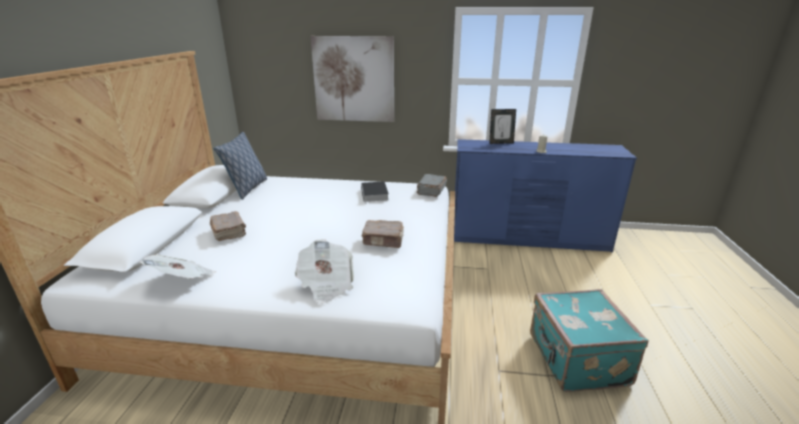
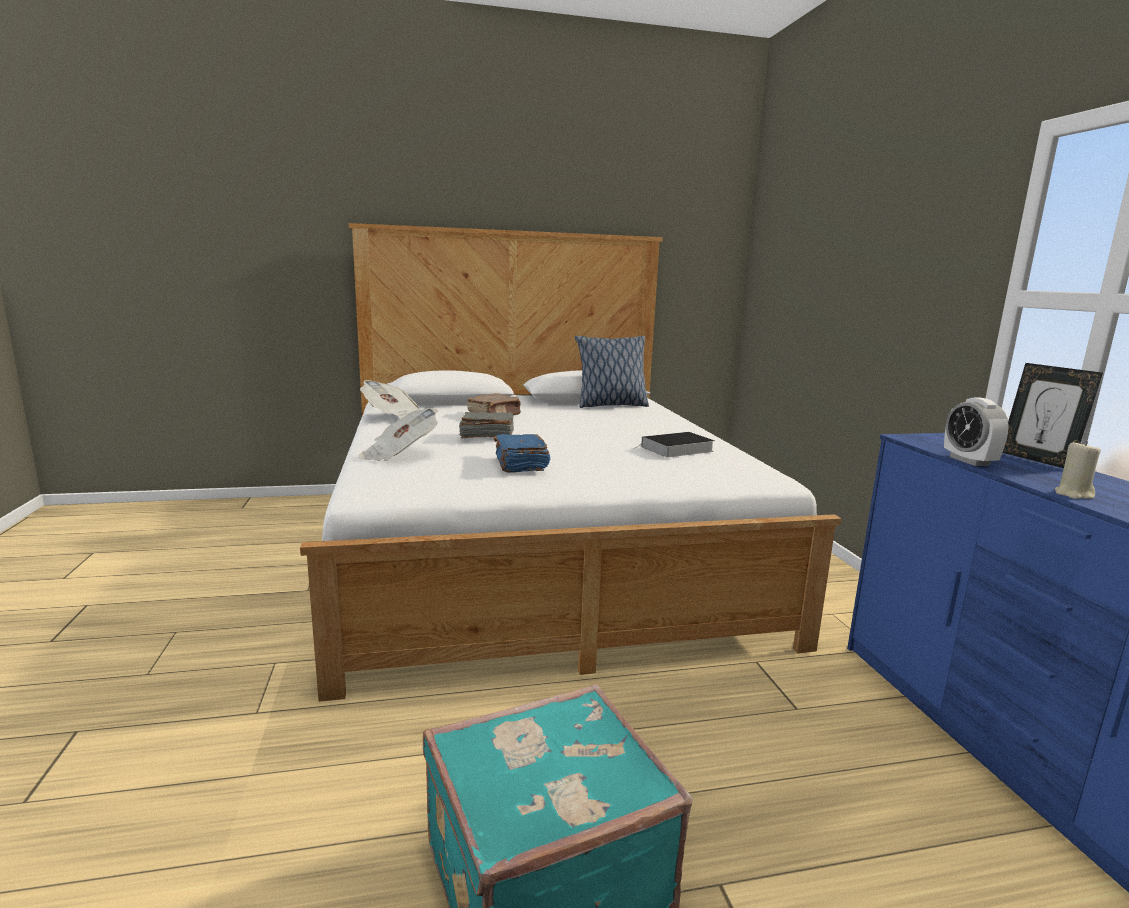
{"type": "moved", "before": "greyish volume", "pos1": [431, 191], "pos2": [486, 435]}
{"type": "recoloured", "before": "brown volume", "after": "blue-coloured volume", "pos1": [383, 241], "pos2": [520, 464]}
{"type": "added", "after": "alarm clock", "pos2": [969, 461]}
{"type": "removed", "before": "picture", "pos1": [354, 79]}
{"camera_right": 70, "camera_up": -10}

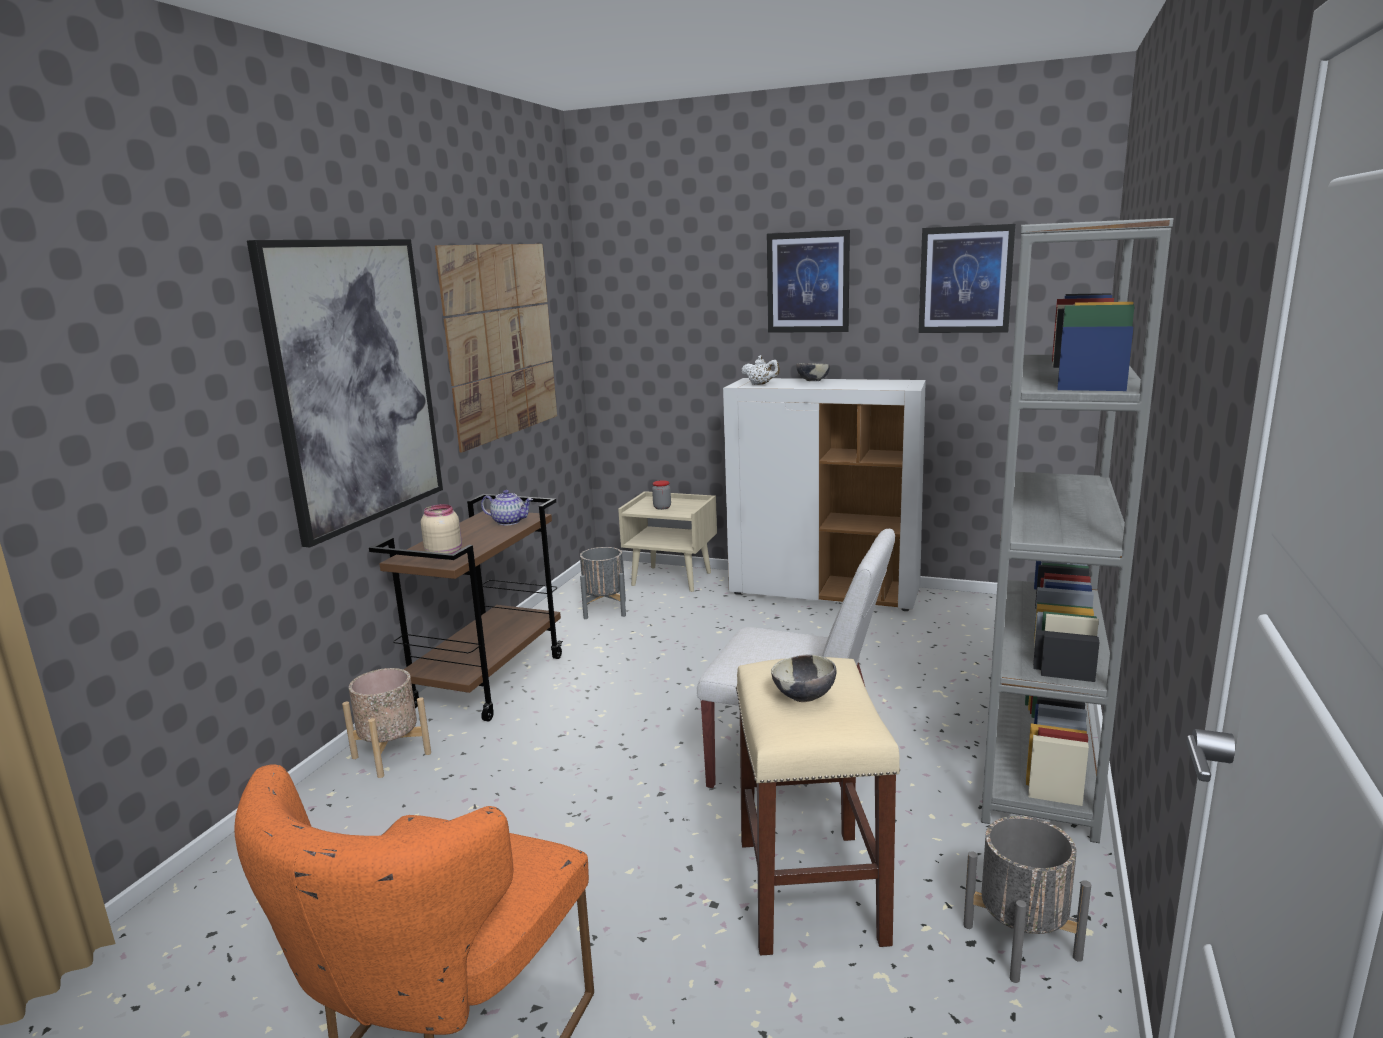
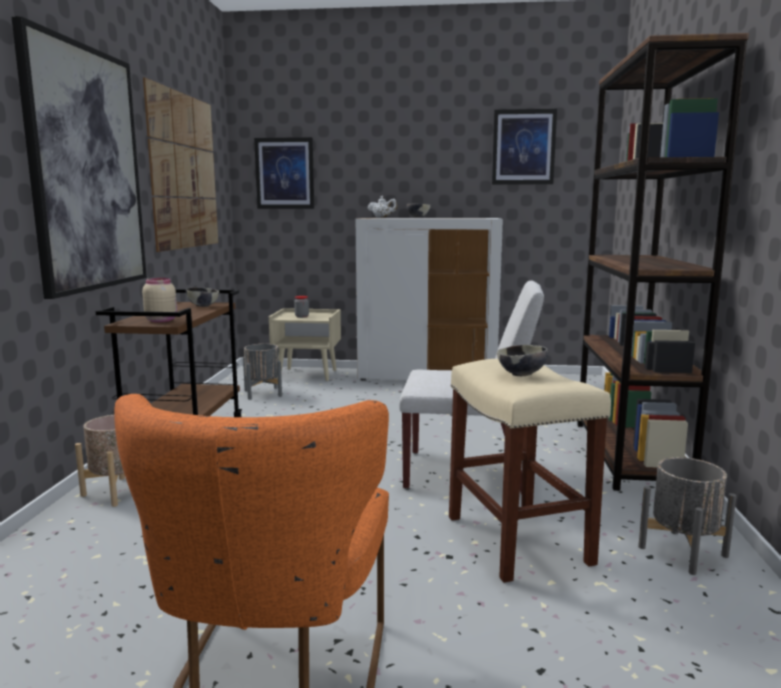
{"type": "replaced", "before": "pot for tea", "after": "serving bowl", "pos1": [509, 522], "pos2": [203, 306]}
{"type": "moved", "before": "picture", "pos1": [808, 282], "pos2": [285, 173]}
{"type": "recoloured", "before": "greyish bookcase", "after": "brown bookcase", "pos1": [1037, 761], "pos2": [629, 455]}
{"camera_right": -15, "camera_up": -5}

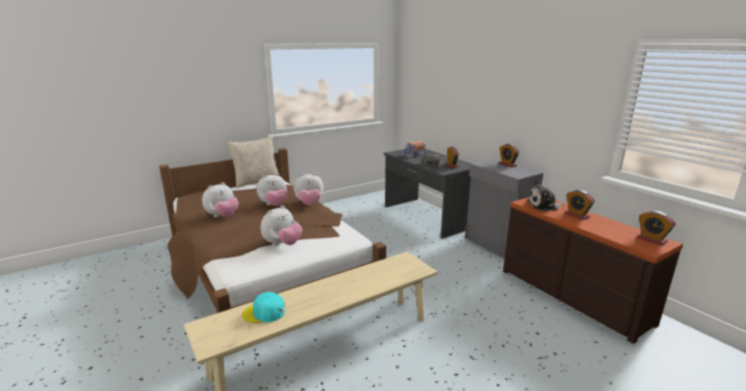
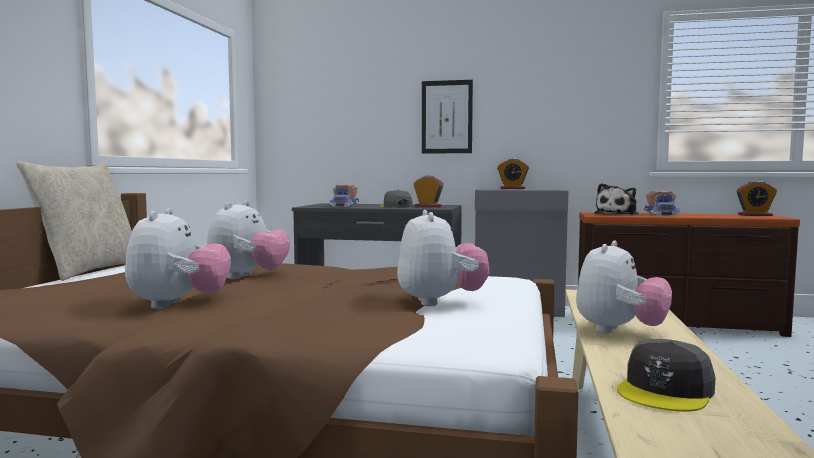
{"type": "added", "after": "picture", "pos2": [446, 117]}
{"type": "moved", "before": "plush toy", "pos1": [309, 204], "pos2": [619, 331]}
{"type": "recoloured", "before": "blue-green peaked cap", "after": "greyish peaked cap", "pos1": [264, 313], "pos2": [666, 391]}
{"type": "replaced", "before": "alarm clock", "after": "toy truck", "pos1": [576, 215], "pos2": [662, 214]}
{"camera_right": -45, "camera_up": -15}

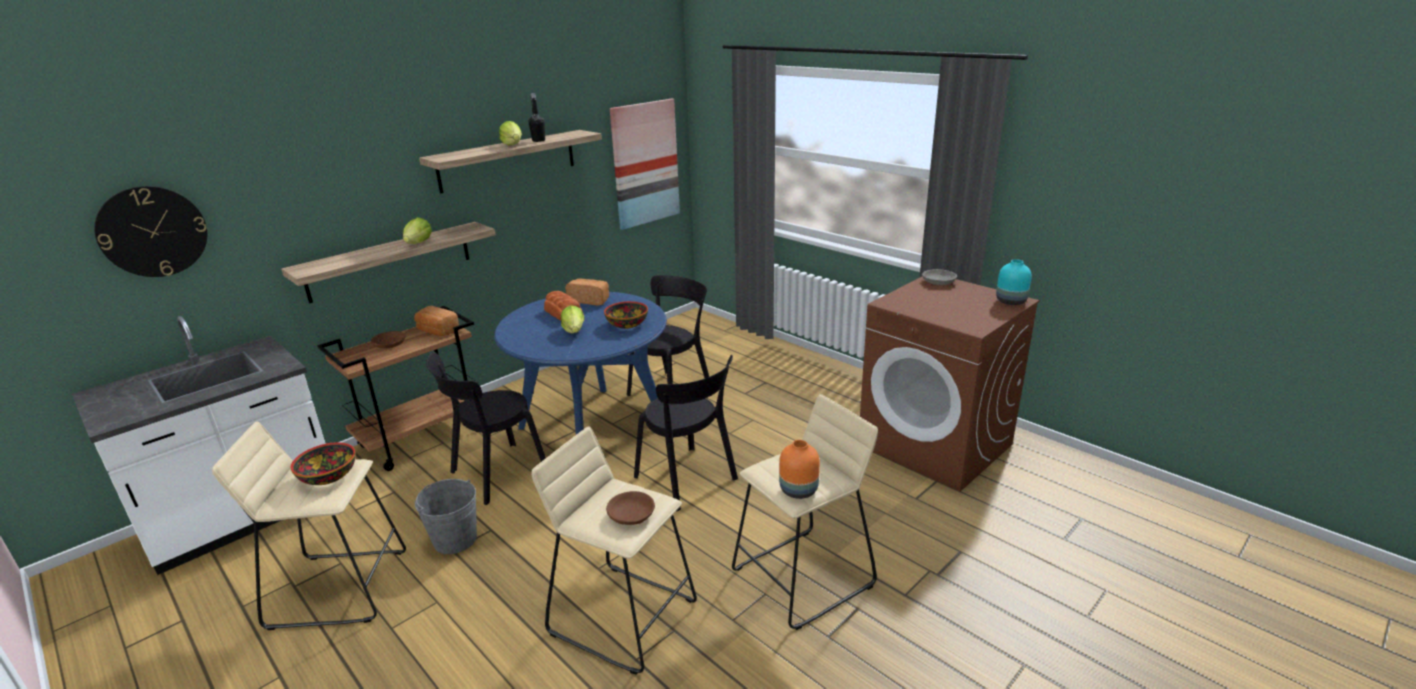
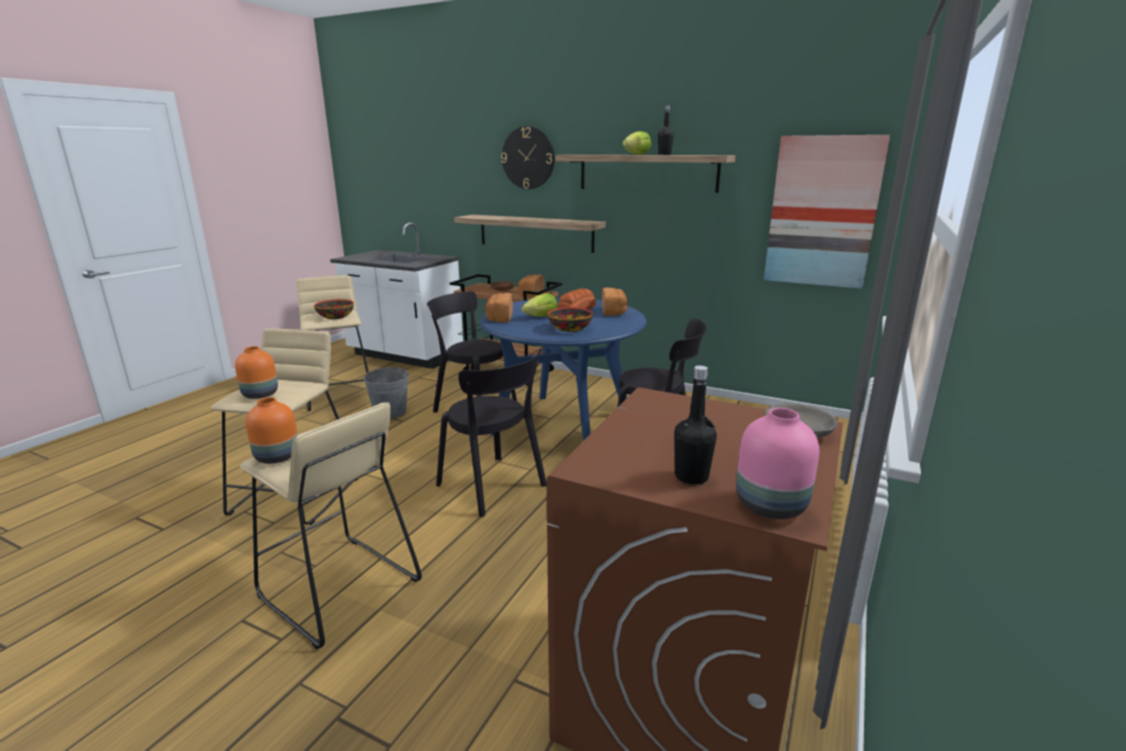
{"type": "replaced", "before": "brown serving bowl", "after": "orange-coloured decorative vase", "pos1": [631, 515], "pos2": [260, 395]}
{"type": "turned", "before": "black-coloured upright chair", "pos1": [688, 480], "pos2": [494, 487], "turn": -75}
{"type": "added", "after": "bread", "pos2": [499, 318]}
{"type": "moved", "before": "hanging clock", "pos1": [152, 231], "pos2": [528, 158]}
{"type": "added", "after": "black-coloured drink bottle", "pos2": [691, 477]}
{"type": "recoloured", "before": "blue-green decorative vase", "after": "pink decorative vase", "pos1": [1010, 301], "pos2": [772, 505]}
{"type": "removed", "before": "lettuce", "pos1": [419, 243]}
{"camera_right": 70, "camera_up": -5}

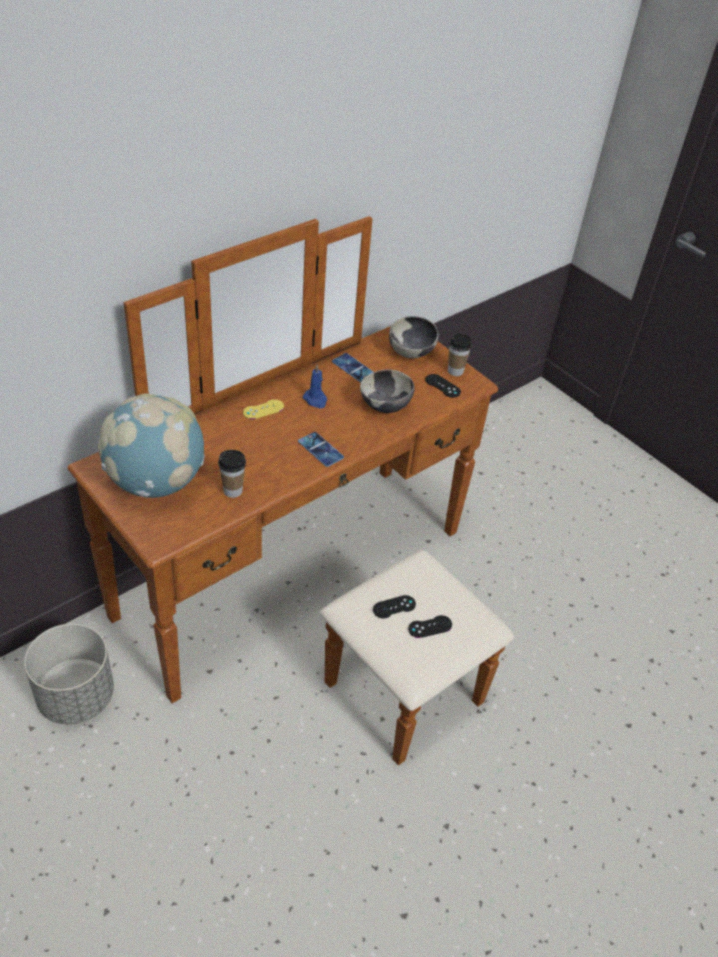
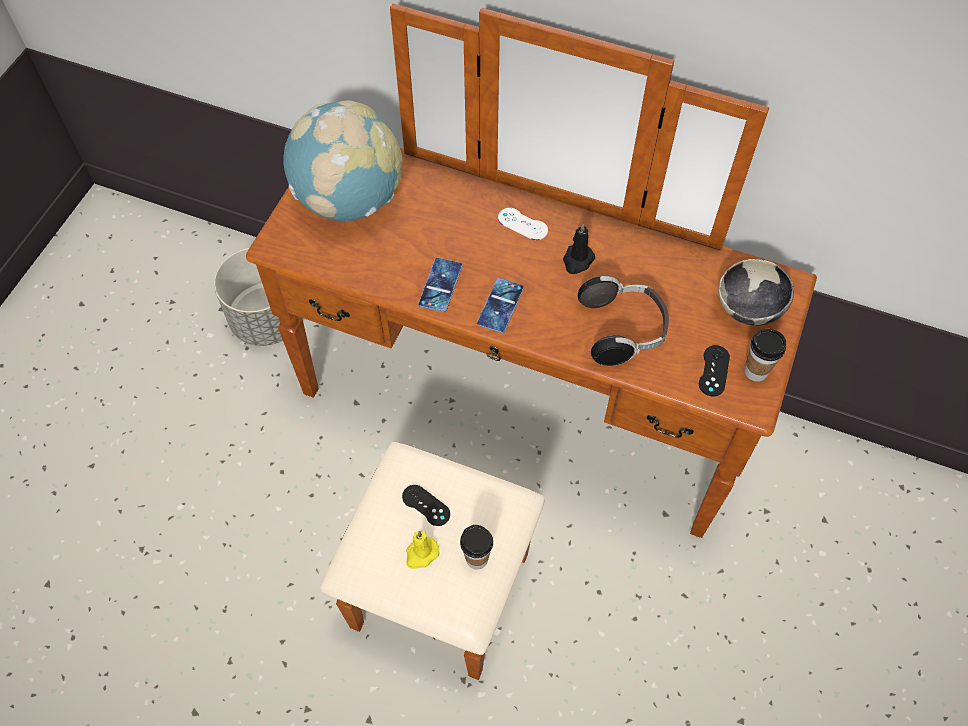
{"type": "replaced", "before": "black-coloured game controller", "after": "yellow candle", "pos1": [430, 627], "pos2": [421, 554]}
{"type": "moved", "before": "telephone", "pos1": [353, 368], "pos2": [440, 285]}
{"type": "moved", "before": "drinking cup", "pos1": [233, 491], "pos2": [477, 558]}
{"type": "recoloured", "before": "yellow game controller", "after": "white-coloured game controller", "pos1": [263, 409], "pos2": [522, 224]}
{"type": "recoloured", "before": "blue-coloured candle", "after": "black-coloured candle", "pos1": [315, 400], "pos2": [577, 260]}
{"type": "replaced", "before": "serving bowl", "after": "headphones", "pos1": [385, 407], "pos2": [623, 330]}
{"camera_right": 65, "camera_up": 15}

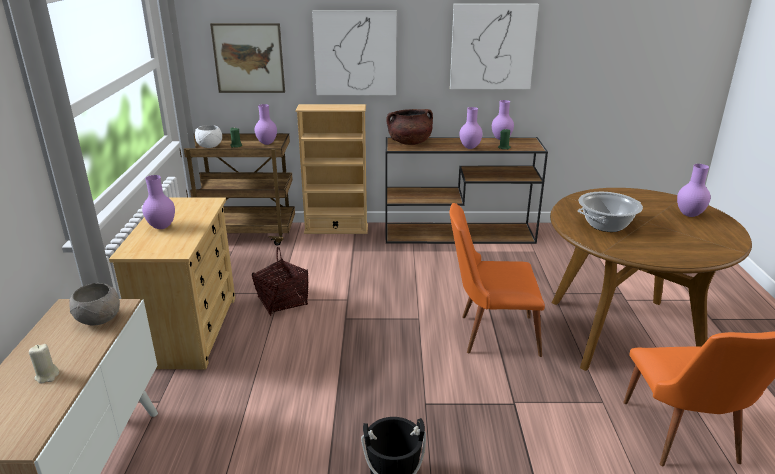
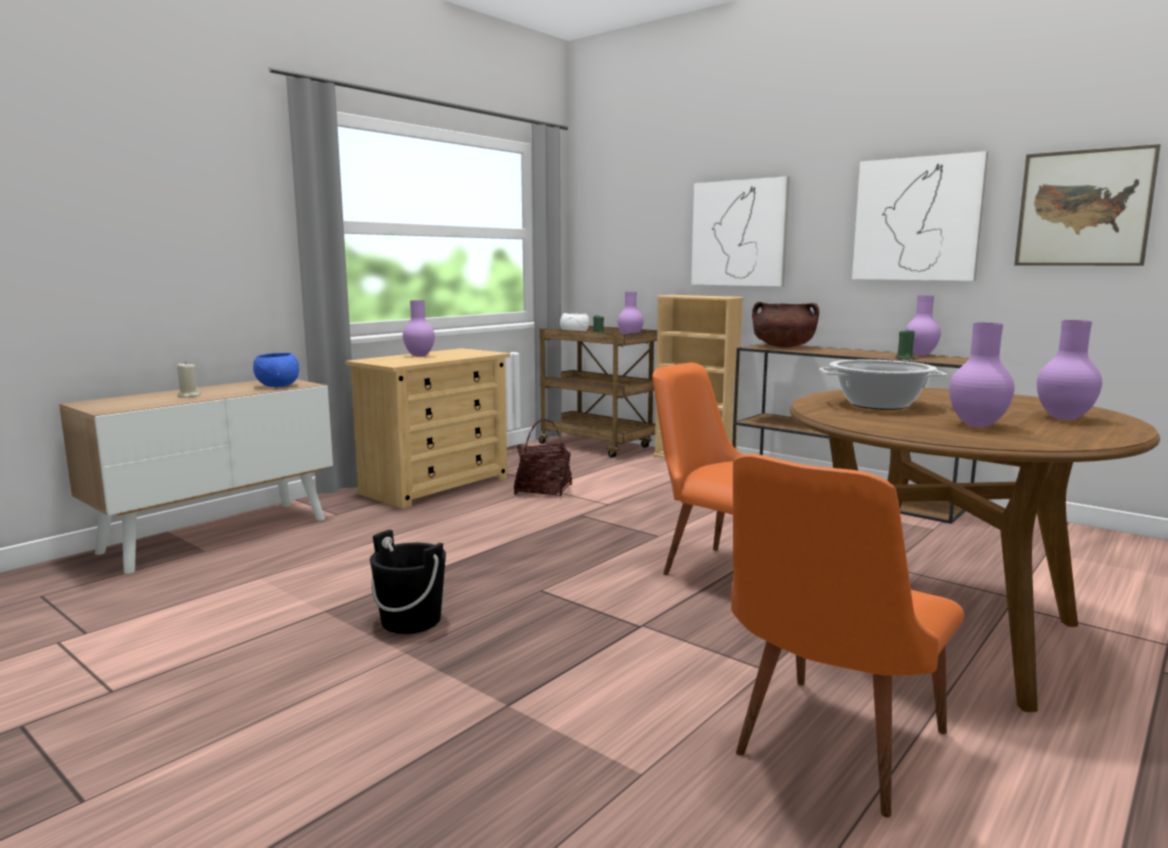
{"type": "recoloured", "before": "greyish serving bowl", "after": "blue-coloured serving bowl", "pos1": [98, 319], "pos2": [278, 386]}
{"type": "moved", "before": "purple-coloured decorative vase", "pos1": [470, 147], "pos2": [978, 425]}
{"type": "moved", "before": "picture", "pos1": [248, 58], "pos2": [1083, 208]}
{"camera_right": 40, "camera_up": -15}

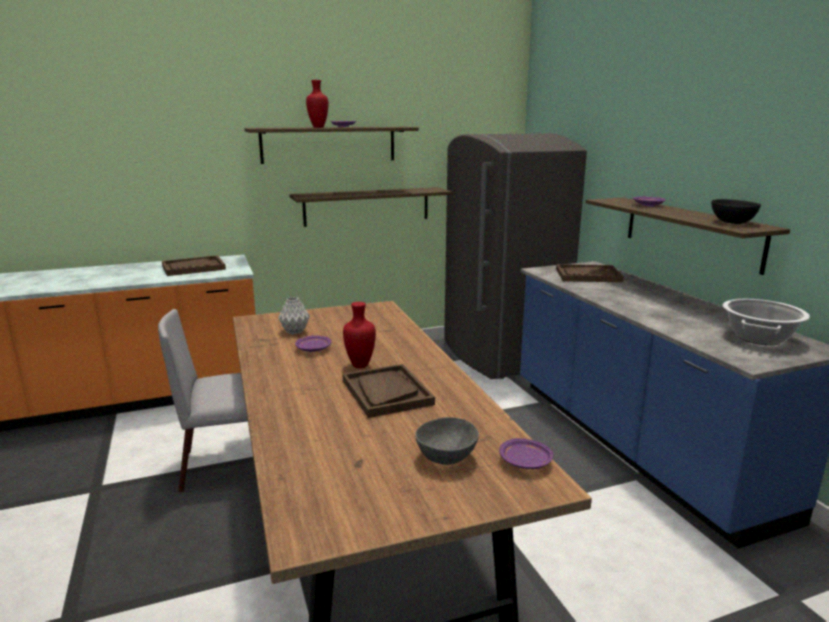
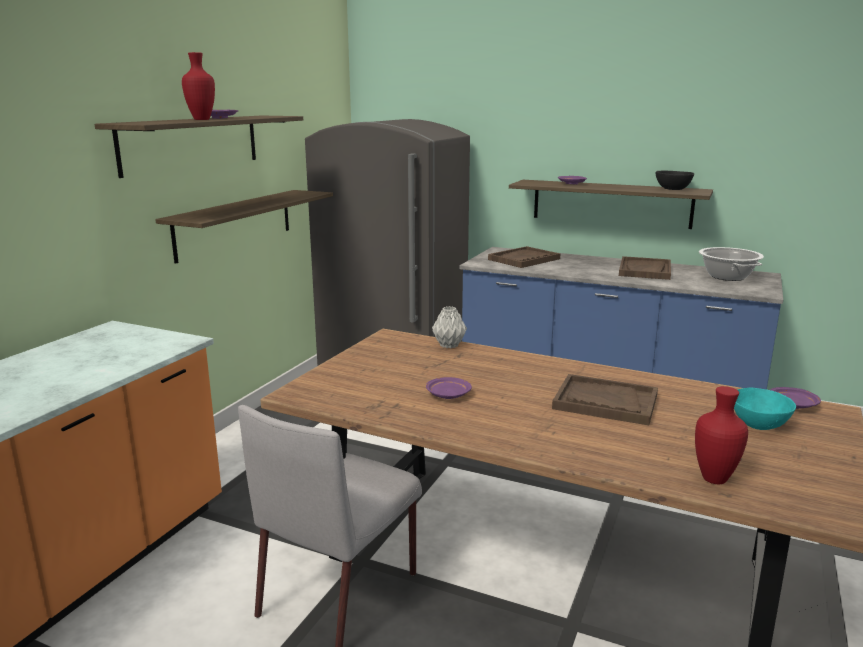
{"type": "moved", "before": "greyish decorative vase", "pos1": [294, 331], "pos2": [448, 345]}
{"type": "moved", "before": "brown carrying tray", "pos1": [193, 268], "pos2": [645, 270]}
{"type": "moved", "before": "red-coloured decorative vase", "pos1": [360, 366], "pos2": [715, 480]}
{"type": "recoloured", "before": "greyish serving bowl", "after": "blue-green serving bowl", "pos1": [448, 458], "pos2": [759, 424]}
{"camera_right": -45, "camera_up": 0}

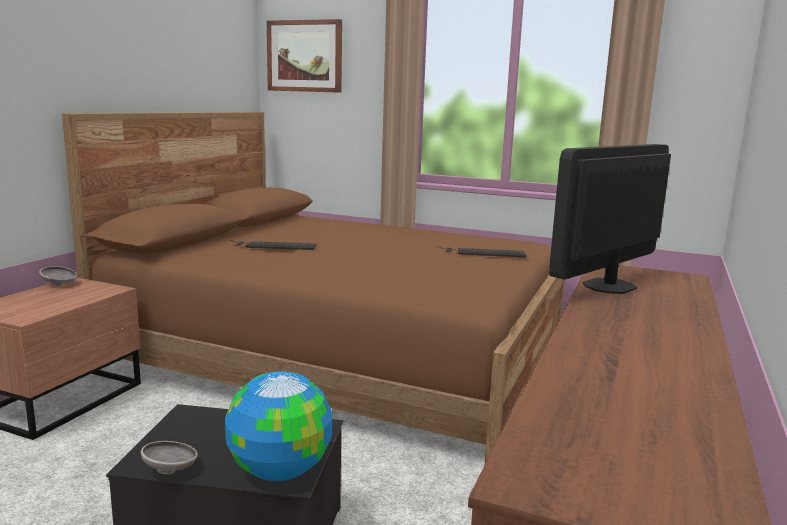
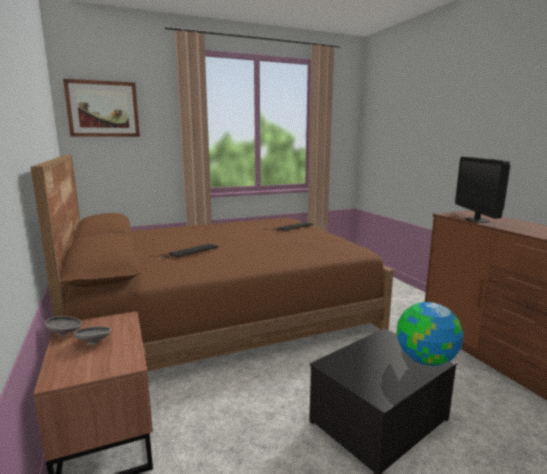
{"type": "moved", "before": "greyish serving bowl", "pos1": [171, 470], "pos2": [94, 342]}
{"camera_right": -45, "camera_up": 0}

